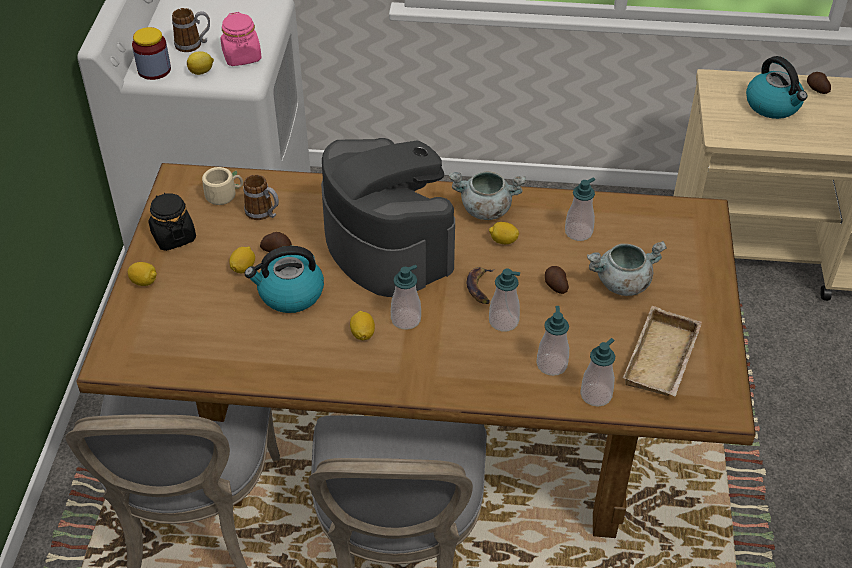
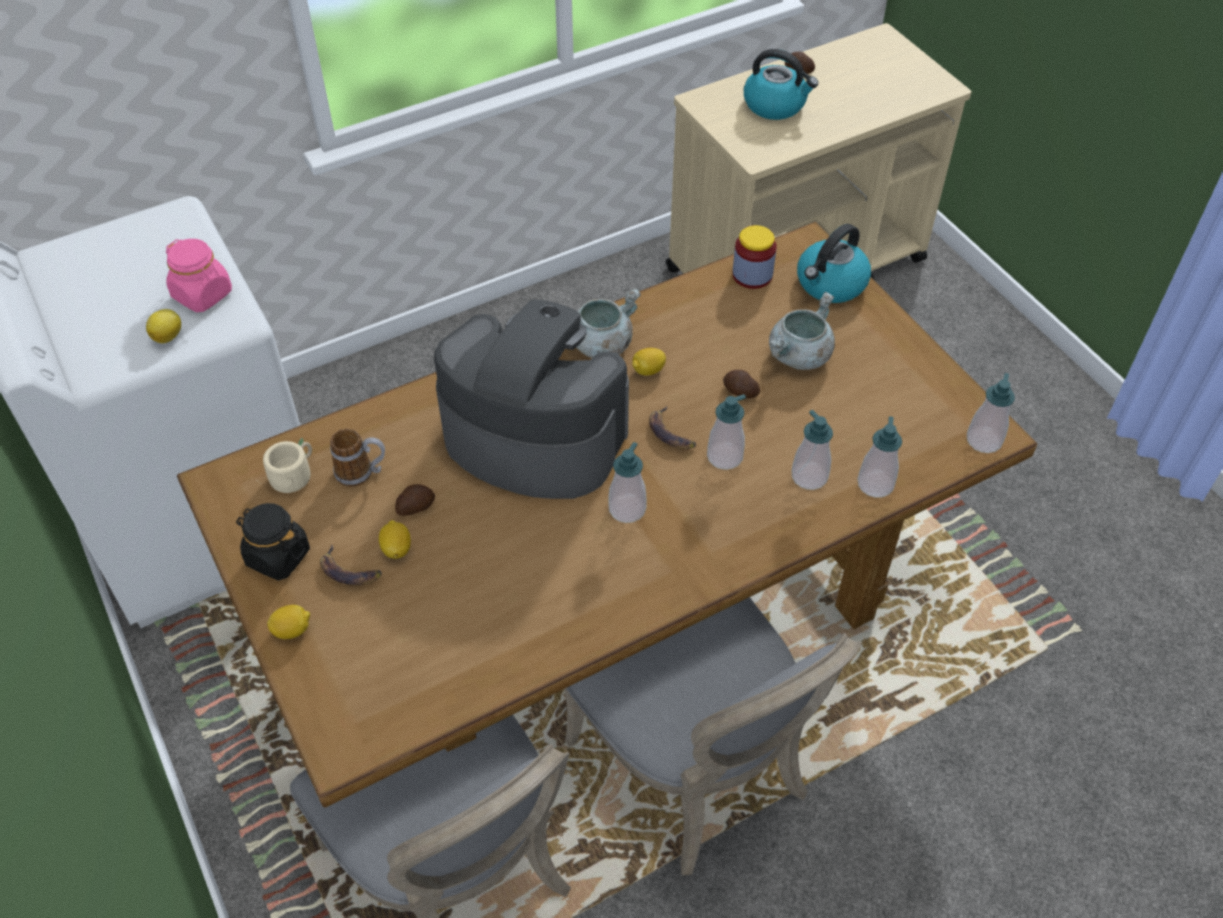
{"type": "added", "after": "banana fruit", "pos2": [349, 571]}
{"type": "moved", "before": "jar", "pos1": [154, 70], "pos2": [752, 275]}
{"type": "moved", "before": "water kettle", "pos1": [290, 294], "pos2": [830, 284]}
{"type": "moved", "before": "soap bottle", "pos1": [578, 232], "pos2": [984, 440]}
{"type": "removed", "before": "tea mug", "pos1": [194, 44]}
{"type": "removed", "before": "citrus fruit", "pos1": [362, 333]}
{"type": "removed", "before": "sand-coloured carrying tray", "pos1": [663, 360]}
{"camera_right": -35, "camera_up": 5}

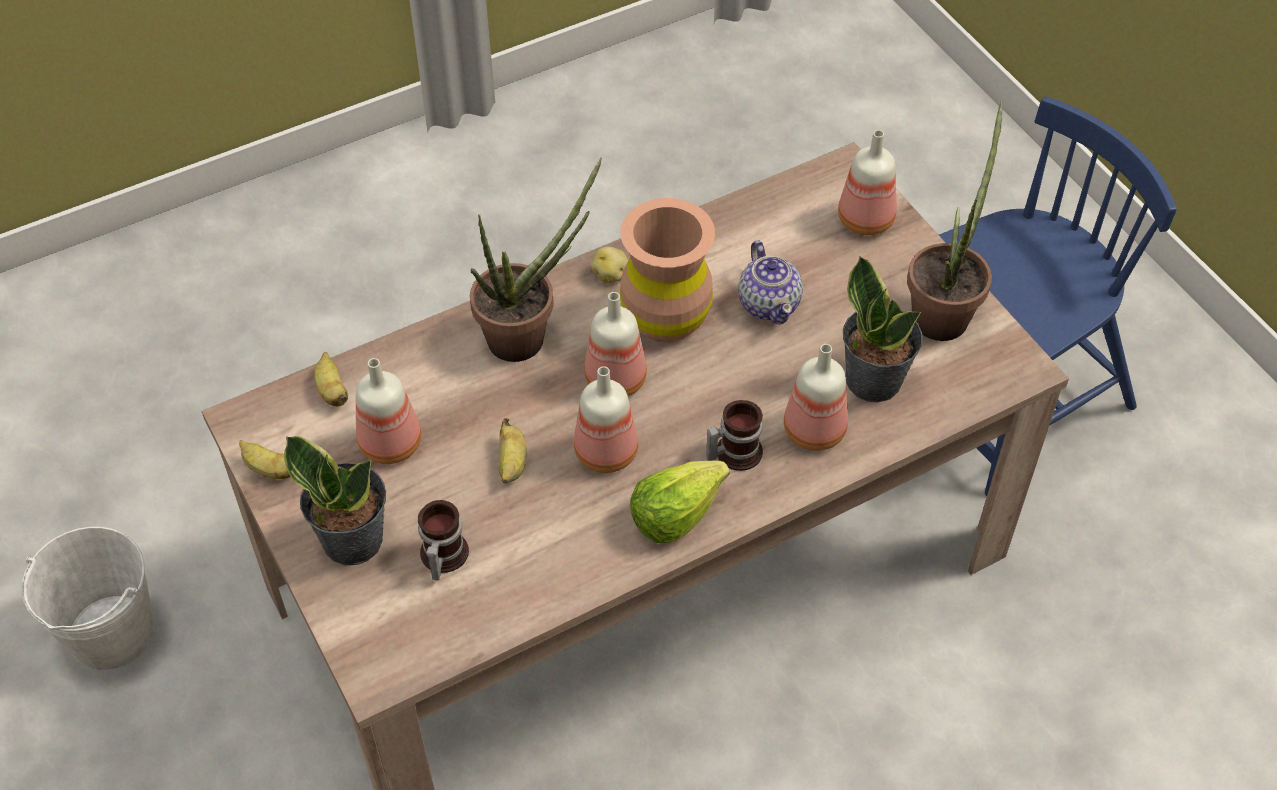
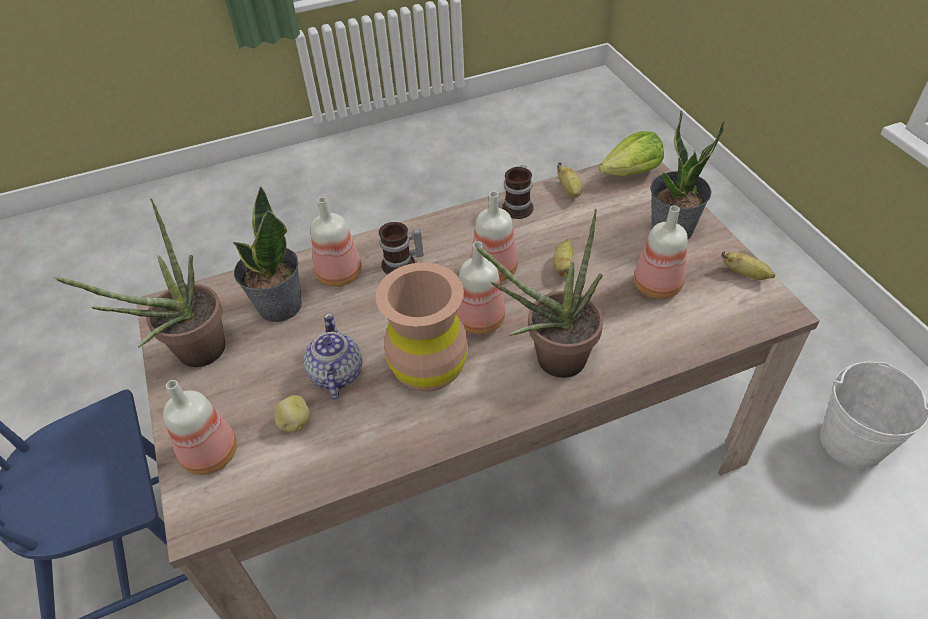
{"type": "moved", "before": "spud", "pos1": [610, 275], "pos2": [295, 423]}
{"type": "moved", "before": "tea mug", "pos1": [441, 556], "pos2": [519, 206]}
{"type": "moved", "before": "banana fruit", "pos1": [332, 391], "pos2": [570, 190]}
{"type": "moved", "before": "lettuce", "pos1": [675, 513], "pos2": [631, 173]}
{"camera_right": -170, "camera_up": -5}

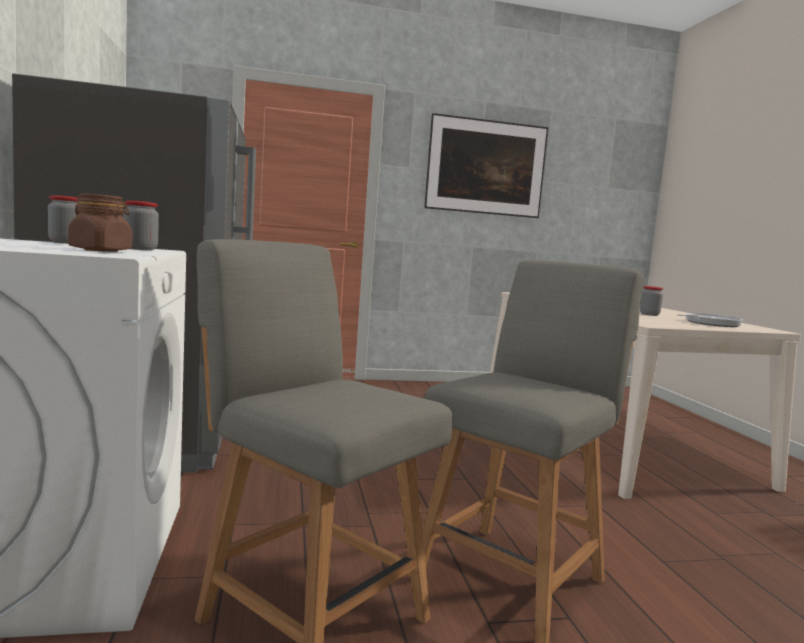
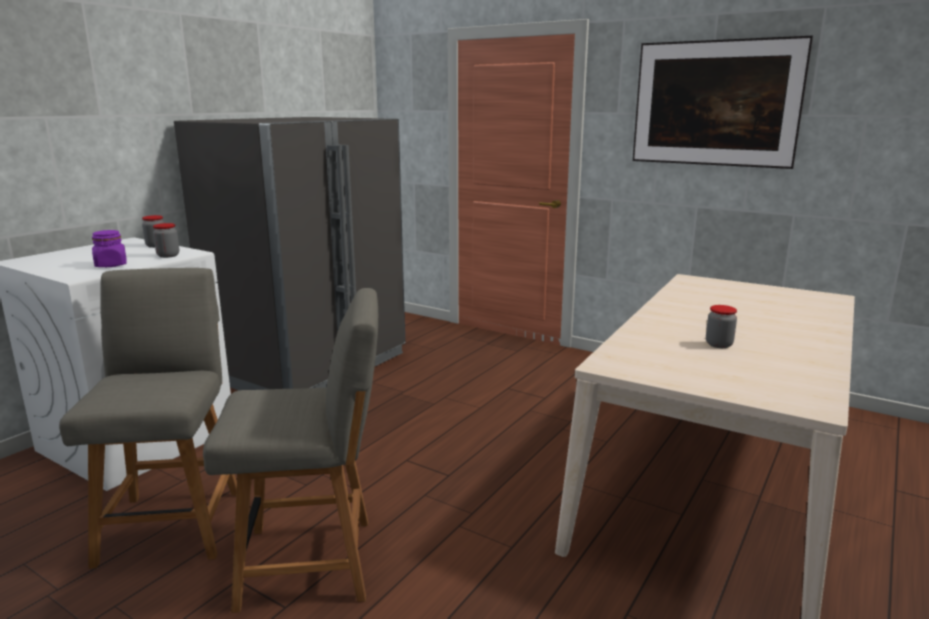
{"type": "recoloured", "before": "brown jar", "after": "purple-coloured jar", "pos1": [101, 250], "pos2": [111, 265]}
{"type": "removed", "before": "skillet", "pos1": [709, 323]}
{"camera_right": 45, "camera_up": 10}

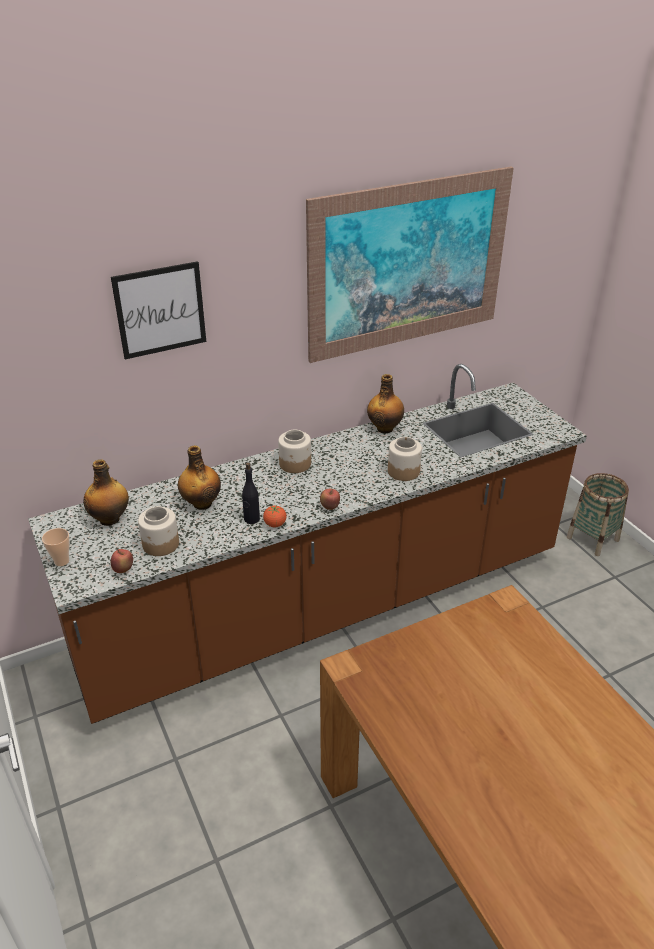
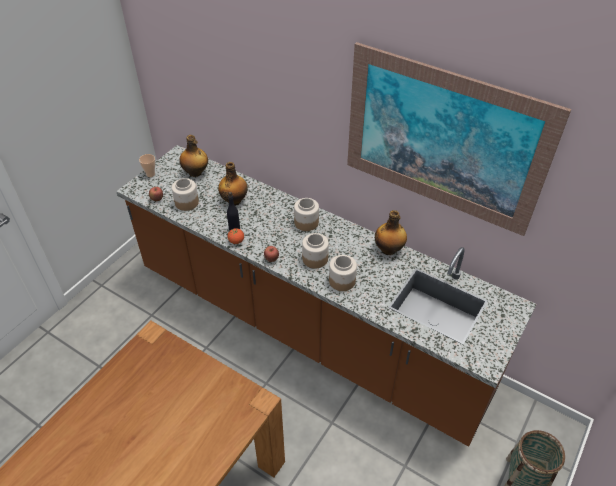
{"type": "added", "after": "jar", "pos2": [314, 259]}
{"type": "removed", "before": "picture", "pos1": [160, 310]}
{"camera_right": 60, "camera_up": 10}

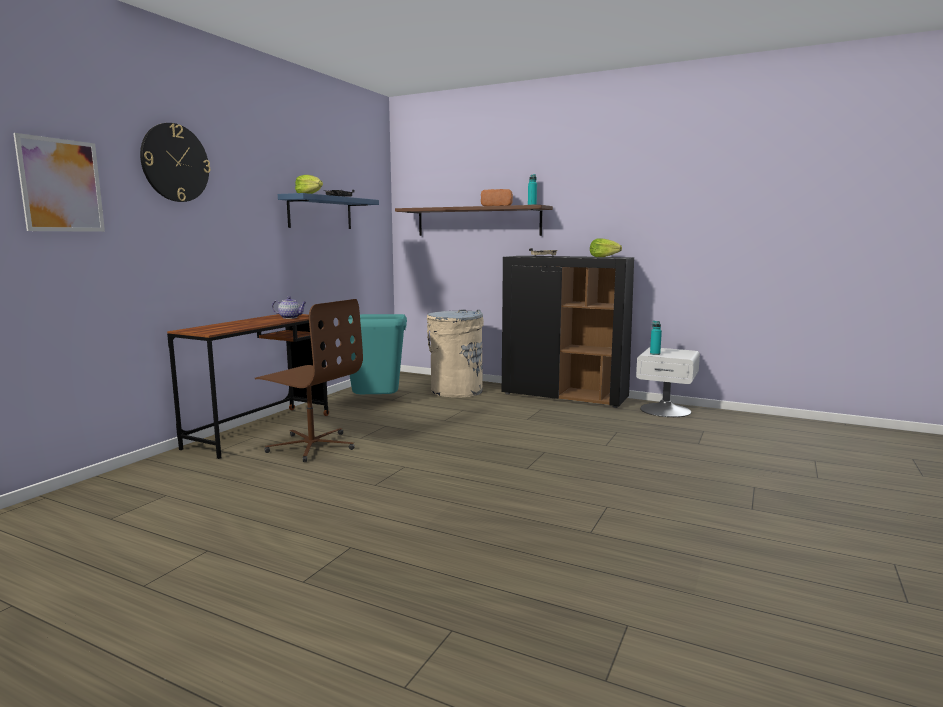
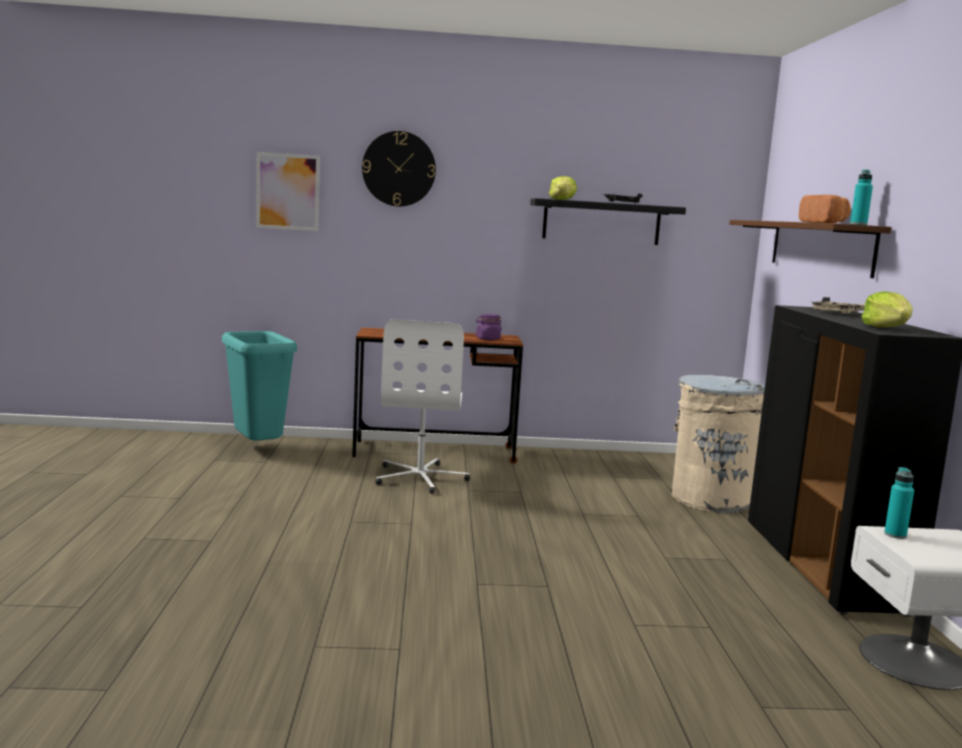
{"type": "moved", "before": "blue-green trash can", "pos1": [376, 403], "pos2": [259, 449]}
{"type": "recoloured", "before": "brown desk chair", "after": "white-coloured desk chair", "pos1": [312, 446], "pos2": [421, 477]}
{"type": "replaced", "before": "pot for tea", "after": "purple-coloured jar", "pos1": [290, 317], "pos2": [487, 339]}
{"type": "recoloured", "before": "blue-coloured shelf", "after": "black-coloured shelf", "pos1": [320, 213], "pos2": [601, 222]}
{"camera_right": 60, "camera_up": 0}

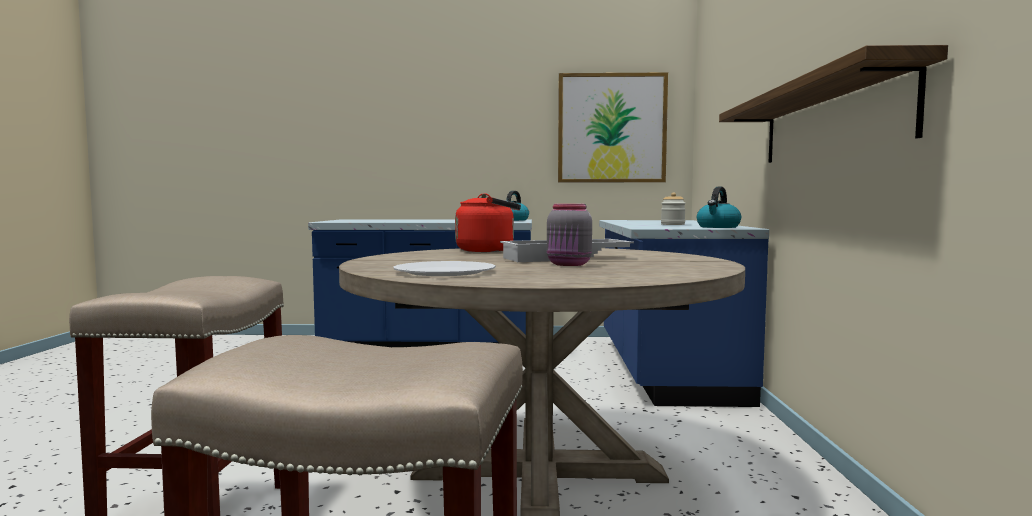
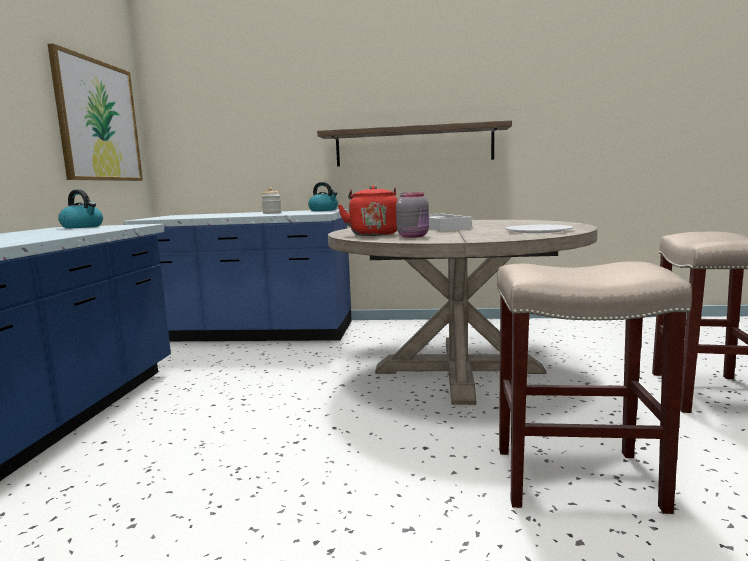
{"type": "moved", "before": "greyish jar", "pos1": [569, 264], "pos2": [414, 236]}
{"camera_right": -85, "camera_up": 5}

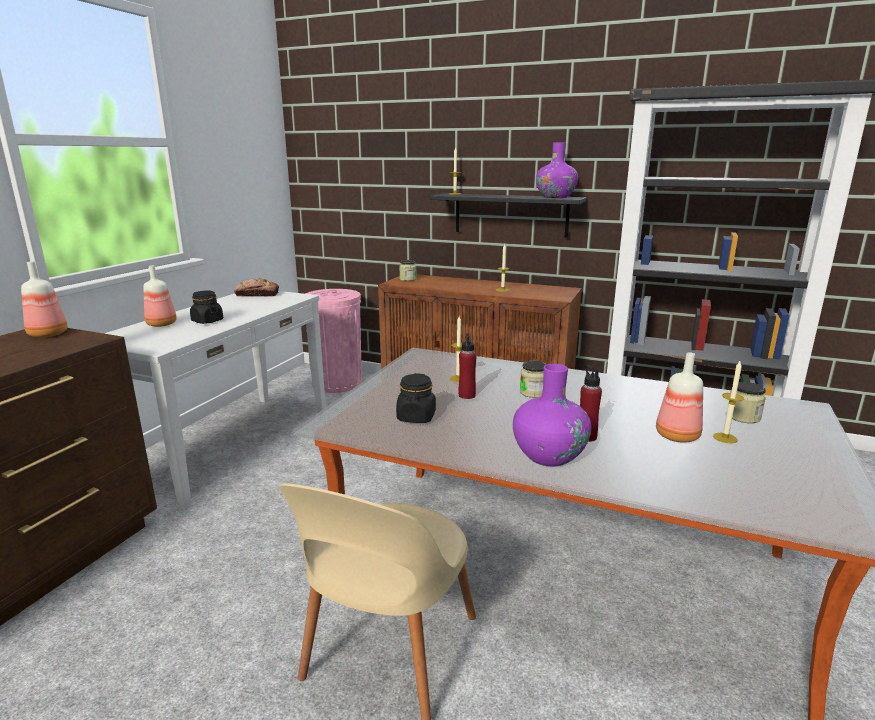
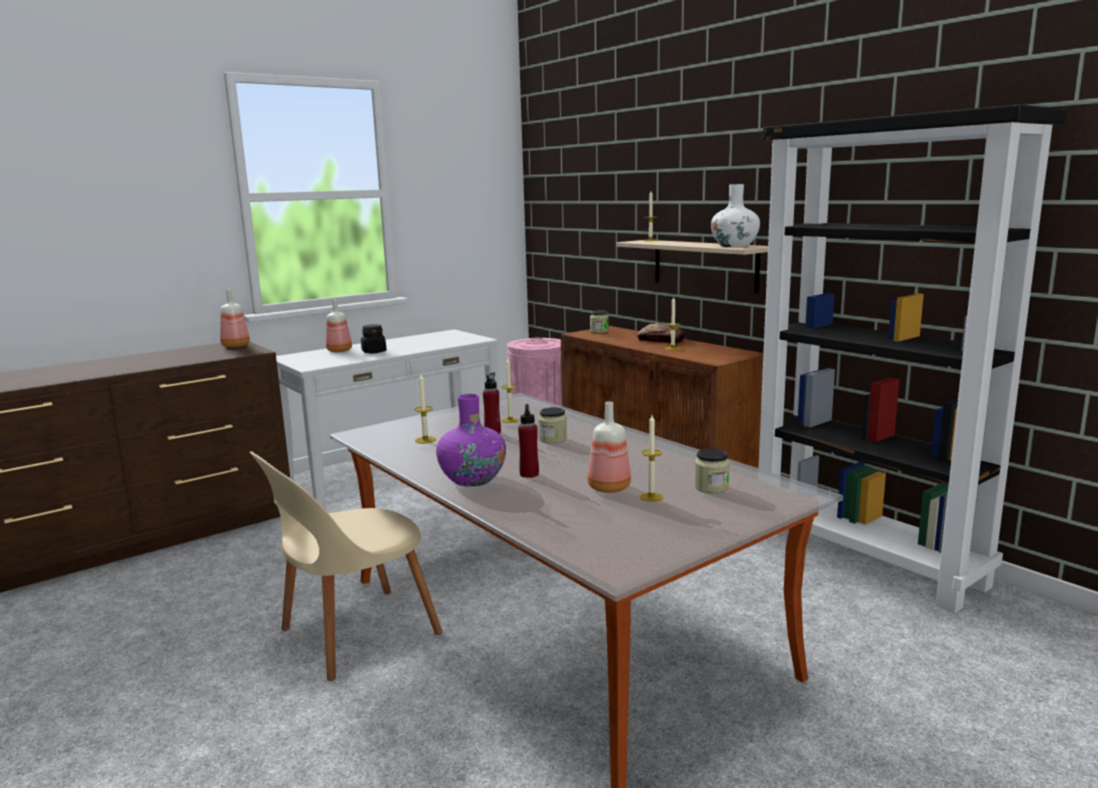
{"type": "replaced", "before": "black-coloured jar", "after": "candle", "pos1": [416, 417], "pos2": [425, 440]}
{"type": "recoloured", "before": "black-coloured shelf", "after": "sand-coloured shelf", "pos1": [511, 215], "pos2": [704, 265]}
{"type": "moved", "before": "bread", "pos1": [257, 294], "pos2": [660, 340]}
{"type": "recoloured", "before": "purple-coloured decorative vase", "after": "white-coloured decorative vase", "pos1": [555, 197], "pos2": [734, 246]}
{"camera_right": 30, "camera_up": -5}

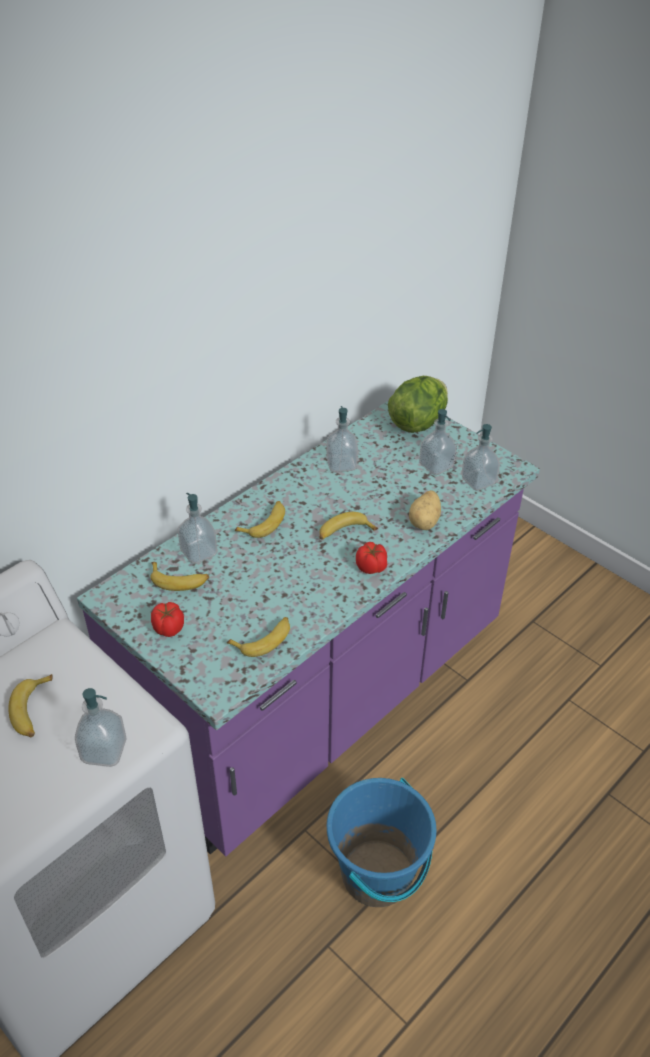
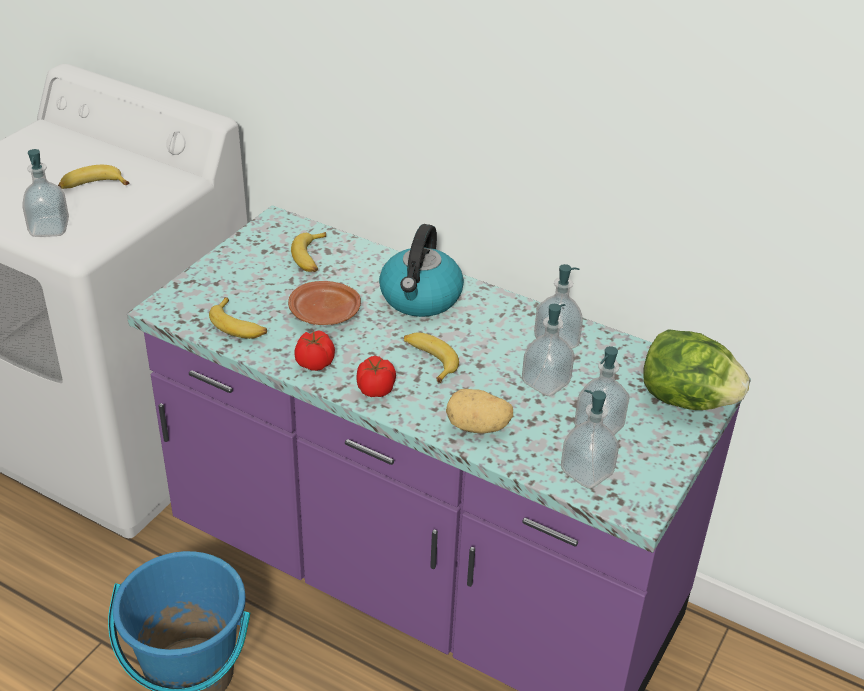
{"type": "added", "after": "brown plate", "pos2": [325, 314]}
{"type": "moved", "before": "tomato", "pos1": [169, 629], "pos2": [314, 363]}
{"type": "replaced", "before": "banana fruit", "after": "water kettle", "pos1": [264, 523], "pos2": [420, 298]}
{"type": "moved", "before": "soap bottle", "pos1": [199, 552], "pos2": [545, 383]}
{"camera_right": 75, "camera_up": -5}

